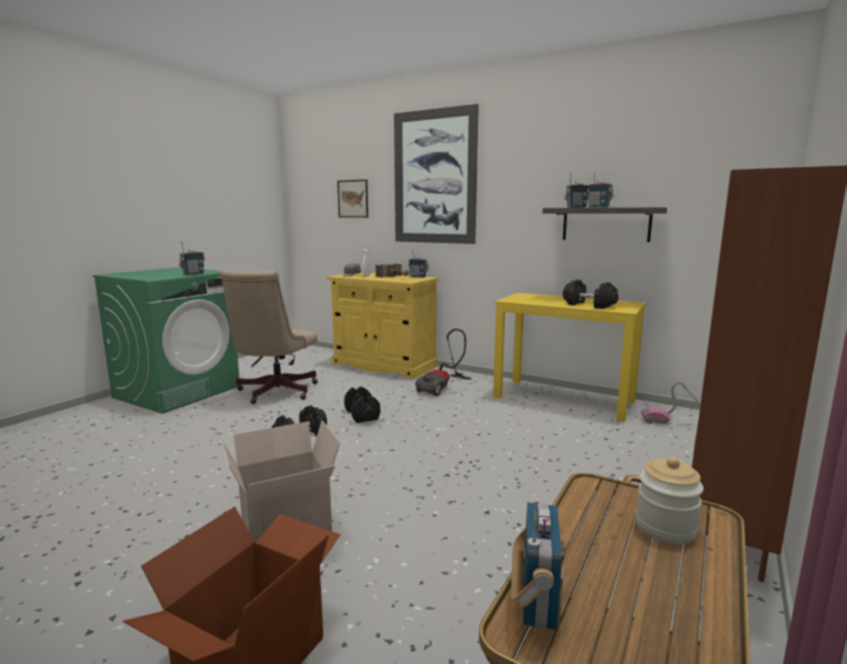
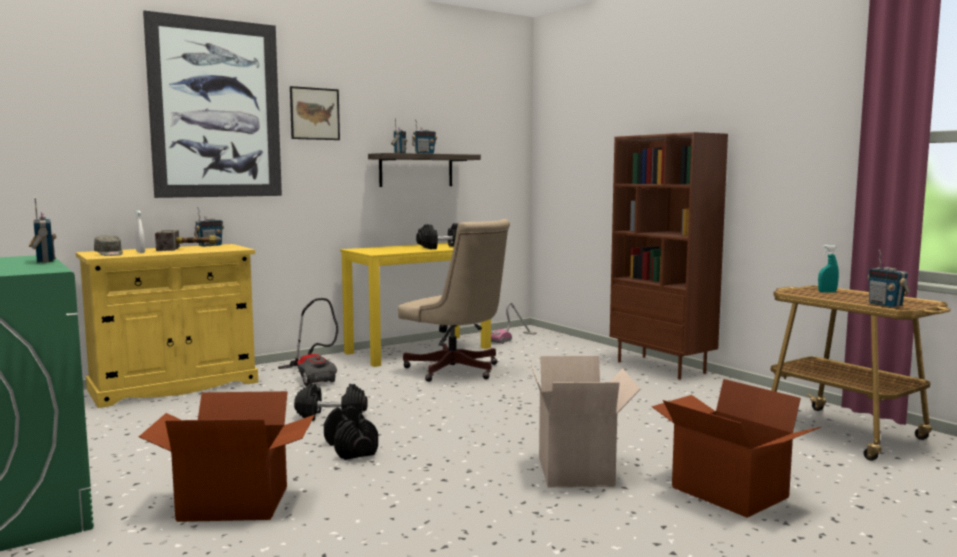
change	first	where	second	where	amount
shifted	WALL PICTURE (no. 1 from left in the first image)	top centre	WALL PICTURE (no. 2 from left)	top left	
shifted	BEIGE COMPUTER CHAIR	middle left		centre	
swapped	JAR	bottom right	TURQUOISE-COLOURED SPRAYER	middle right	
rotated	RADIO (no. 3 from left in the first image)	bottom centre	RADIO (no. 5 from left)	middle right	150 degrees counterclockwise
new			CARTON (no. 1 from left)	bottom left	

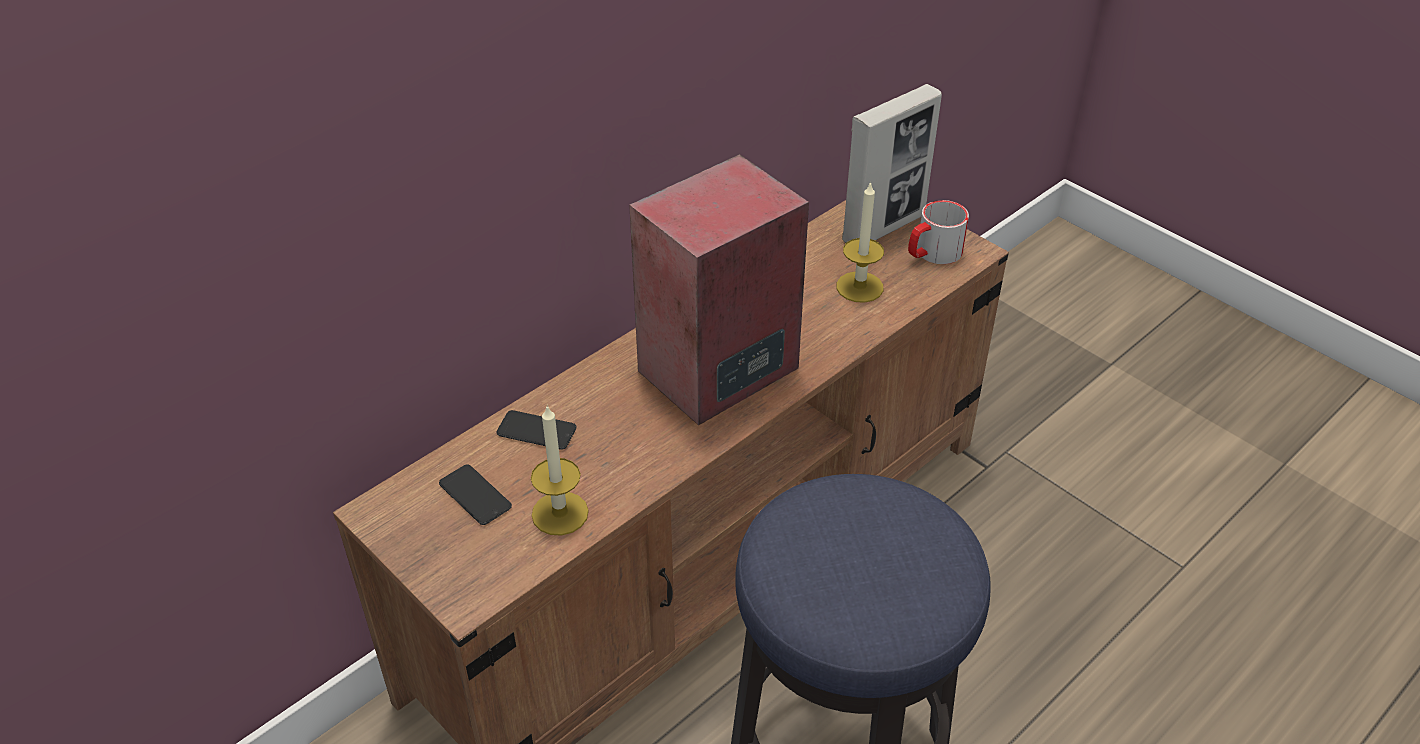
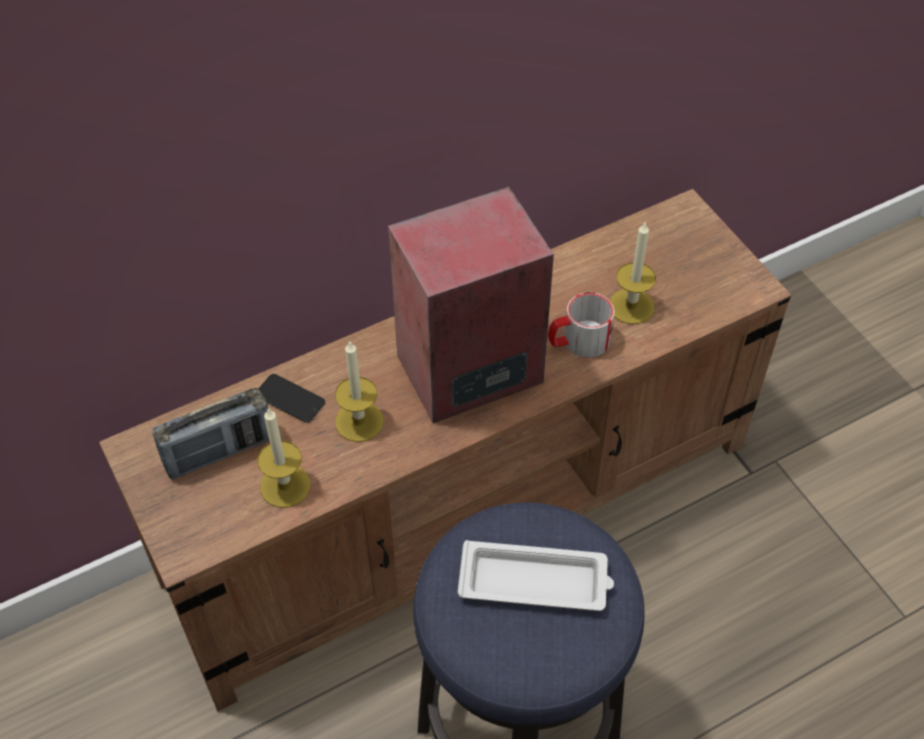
change	first	where	second	where	amount
gone	STANDING FRAME	top centre			
shifted	COFFEE MUG	top centre		centre	
swapped	PHONE (no. 1 from left)	centre	RADIO	middle left	
new			WAX LIGHT (no. 2 from left)	centre	
new			WHITE SERVING TRAY	bottom centre	

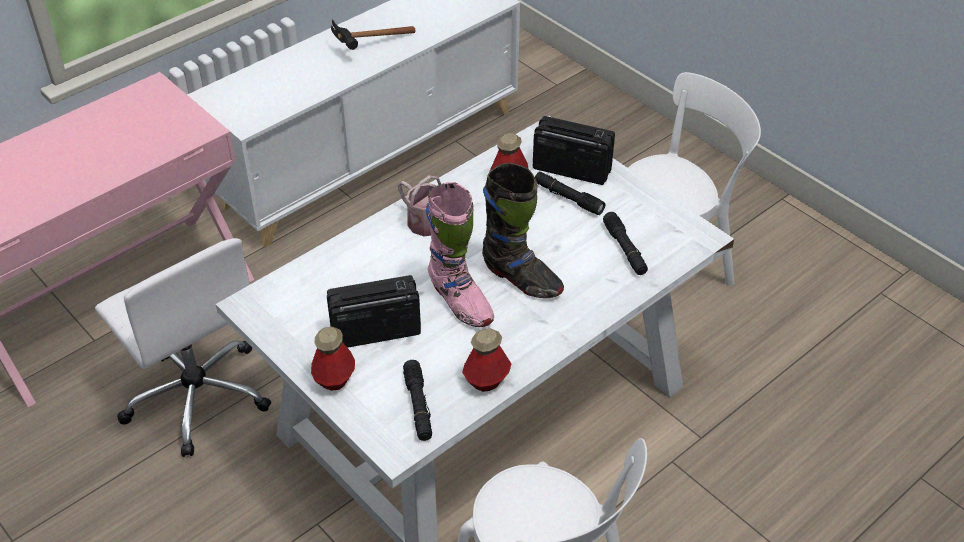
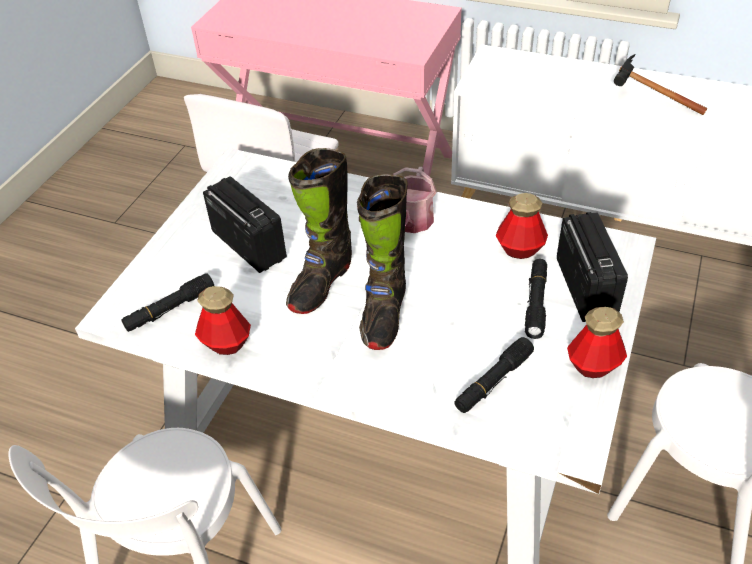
change	first	where	second	where	amount
repainted	PINK TALL BOOT	centre	BLACKISH TALL BOOT (no. 1 from left)	centre	
shifted	BEVERAGE BOTTLE (no. 1 from left in the first image)	centre	BEVERAGE BOTTLE (no. 3 from left)	middle right	

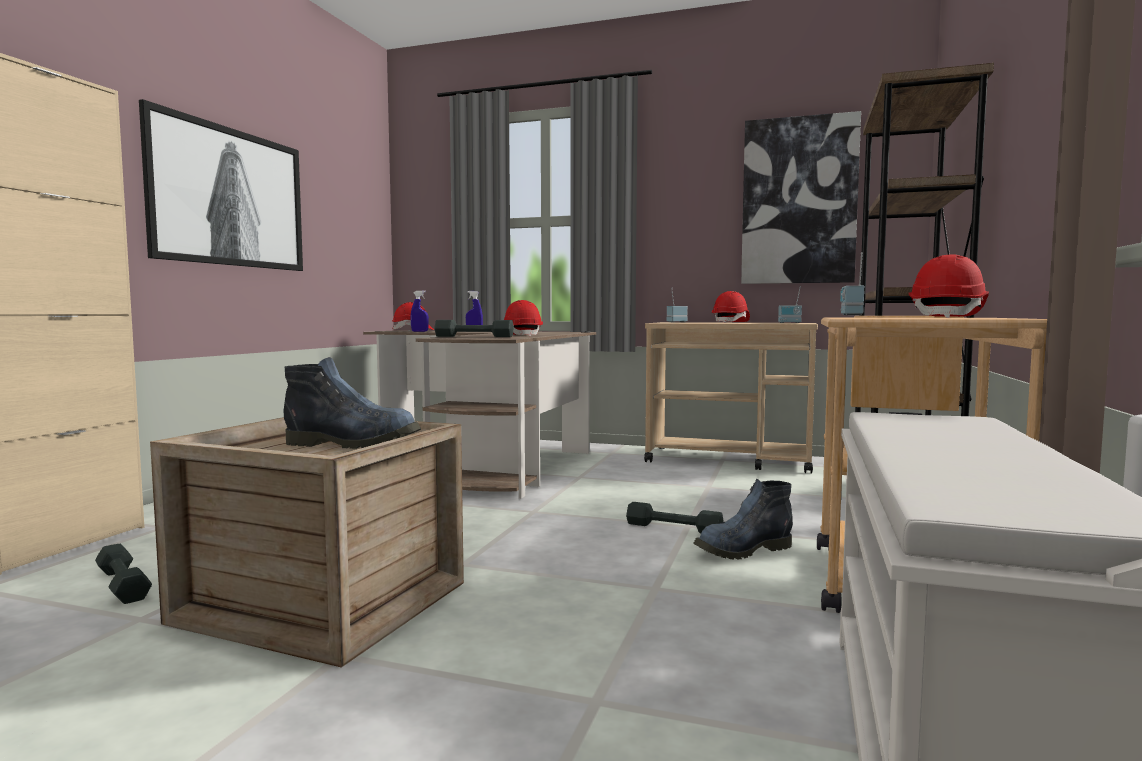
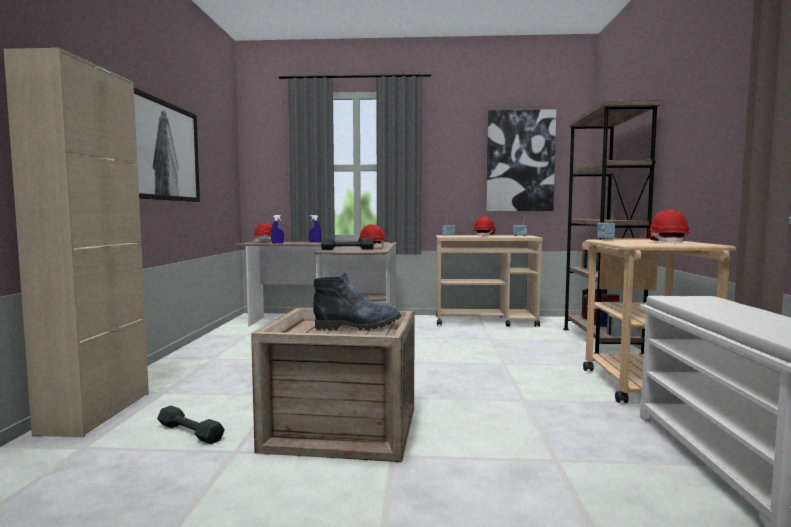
change	first	where	second	where	amount
gone	TALL BOOT (no. 2 from left)	bottom centre			
gone	GREY DUMBBELL (no. 3 from left)	bottom centre			

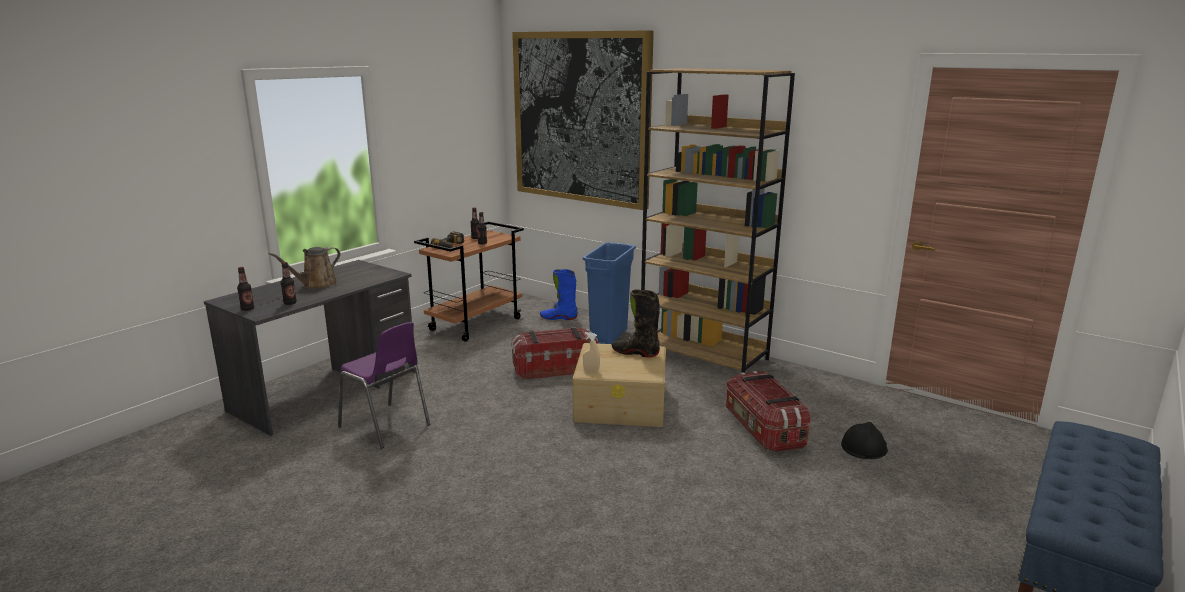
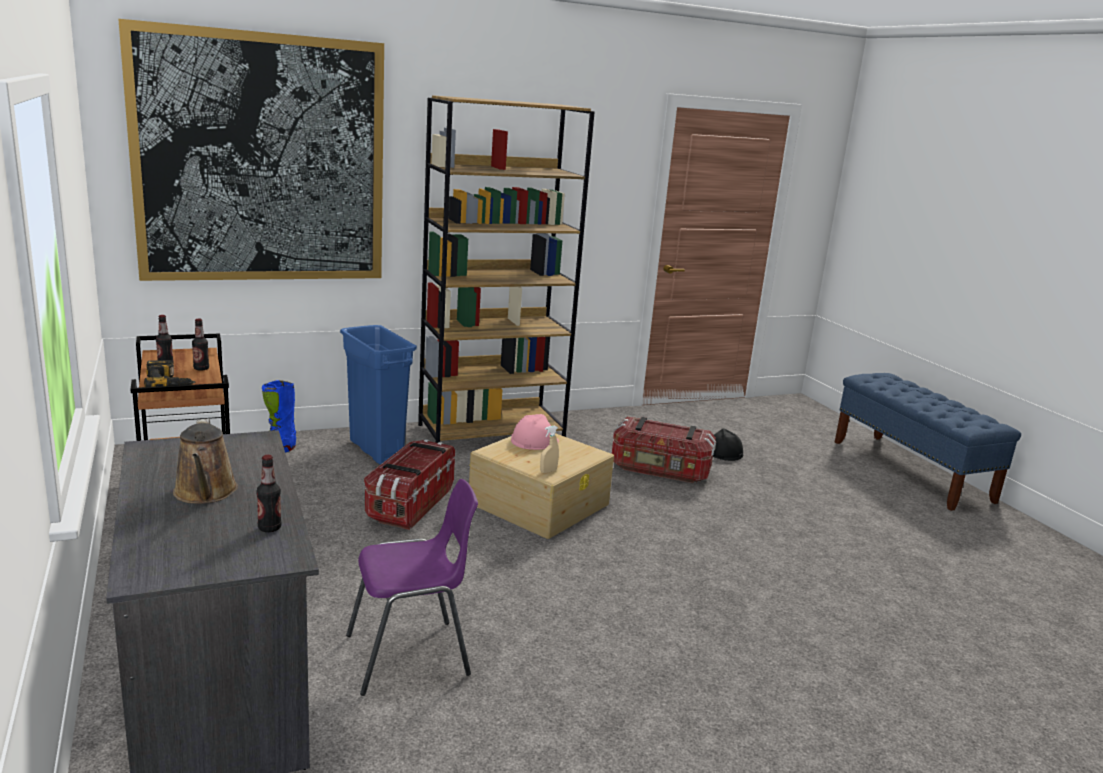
change	first	where	second	where	amount
gone	BEVERAGE BOTTLE (no. 1 from left)	middle left			
swapped	BLACKISH TALL BOOT	centre	PINK WORK HELMET	centre	

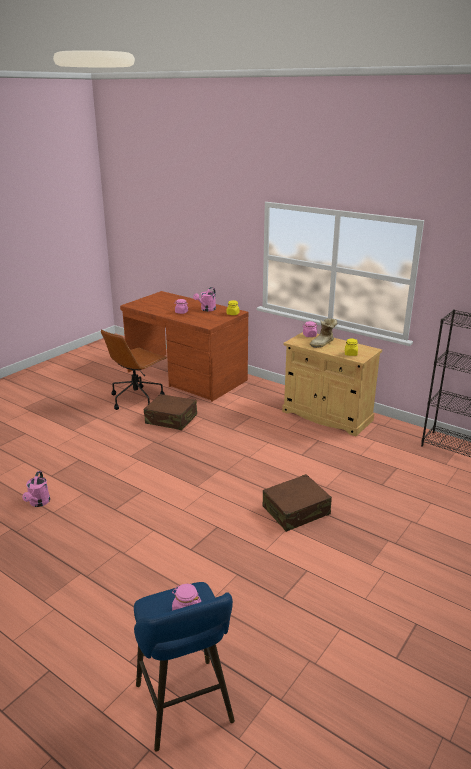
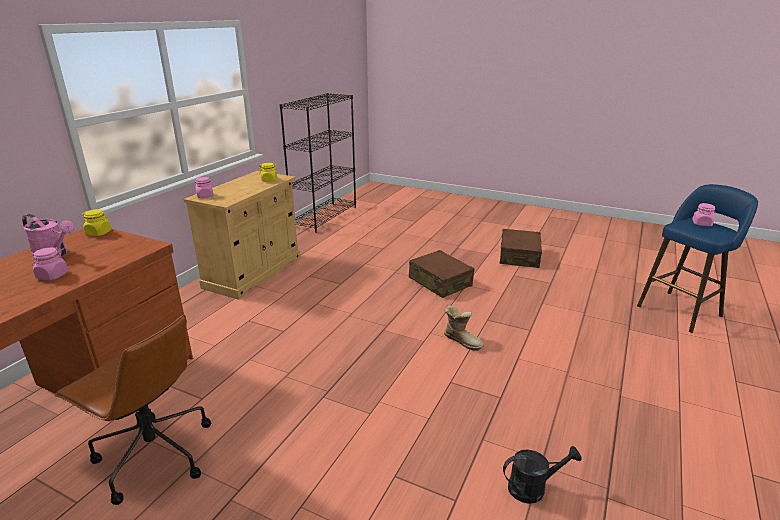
change	first	where	second	where	amount
shifted	TALL BOOT	middle right		centre	
shifted	BROWN PIECE OF LUGGAGE (no. 1 from left in the first image)	centre	BROWN PIECE OF LUGGAGE (no. 2 from left)	middle right	
repainted	PINK SPRINKLING CAN (no. 1 from left)	middle left	BLACKISH SPRINKLING CAN	bottom right	

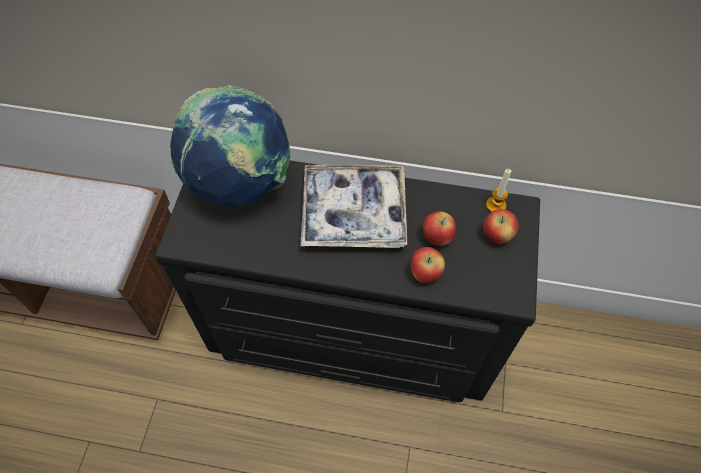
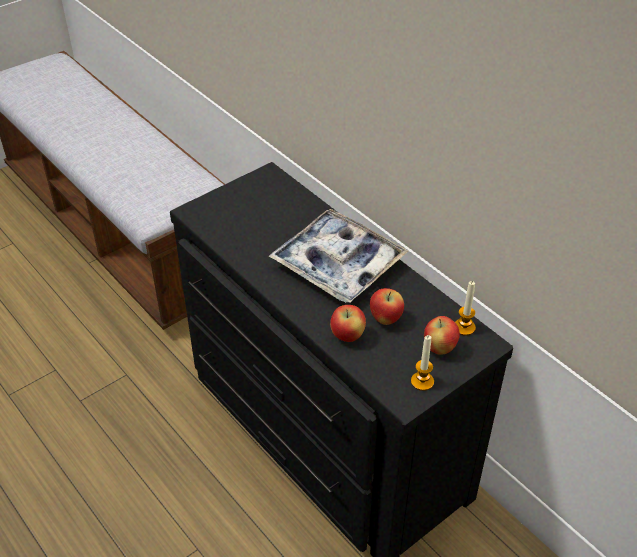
change	first	where	second	where	amount
gone	WORLD GLOBE	top left			
new			WAX LIGHT (no. 1 from left)	centre	

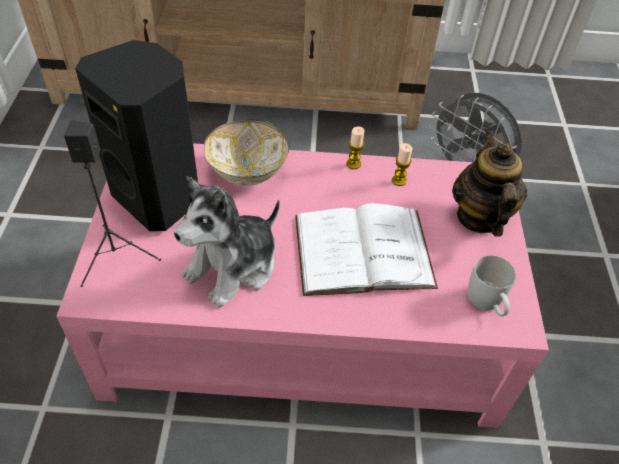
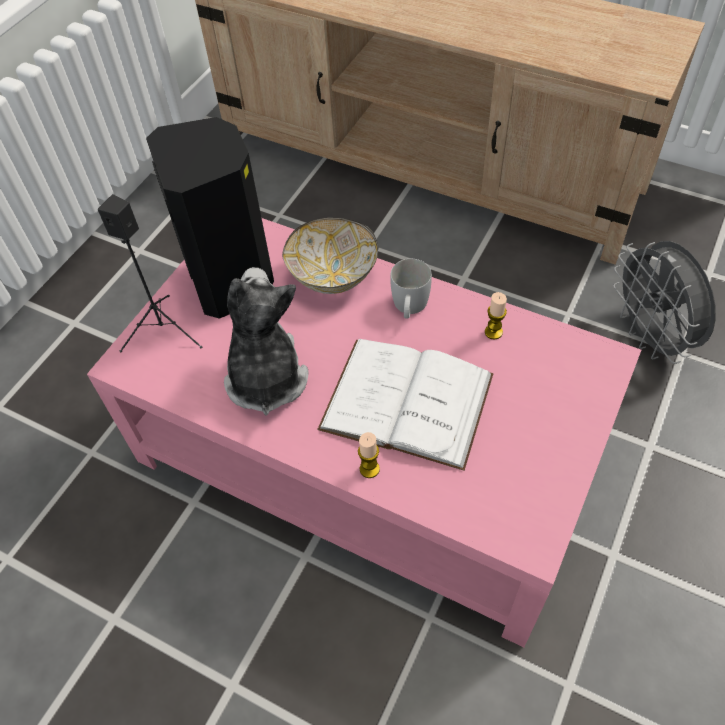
change	first	where	second	where	amount
shifted	WAX LIGHT (no. 1 from left)	top centre		centre	
gone	POT FOR TEA	middle right			
rotated	SOFT TOY	centre		centre	105 degrees clockwise
shifted	WHITE COFFEE MUG	middle right		centre	

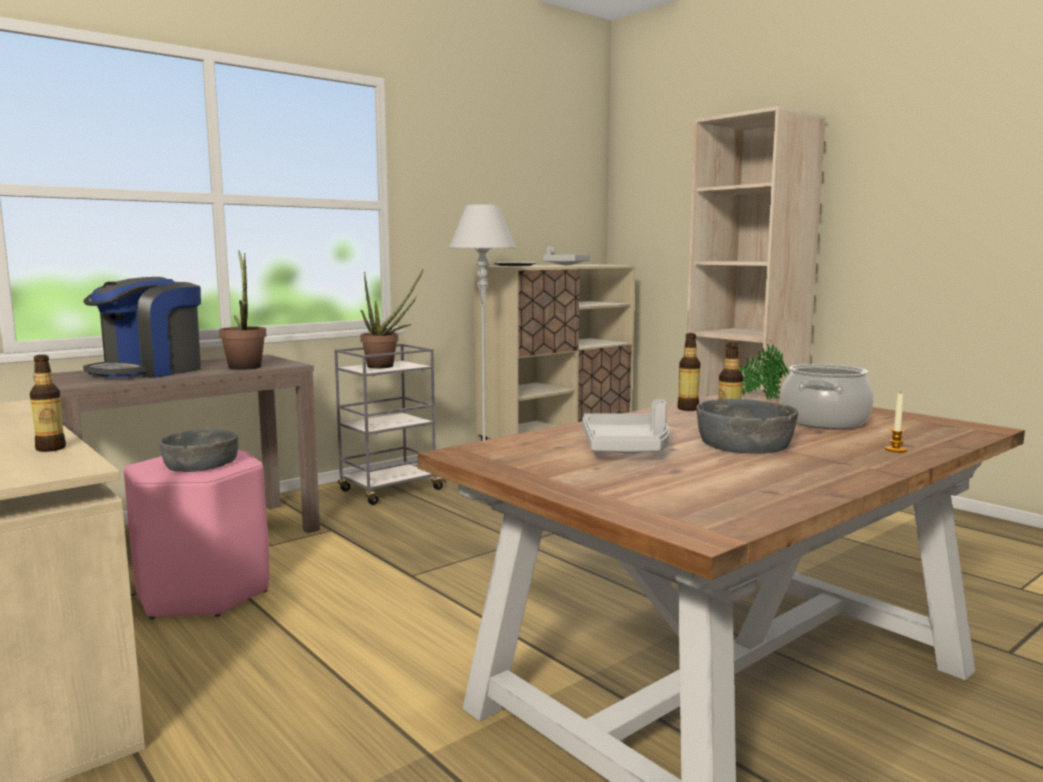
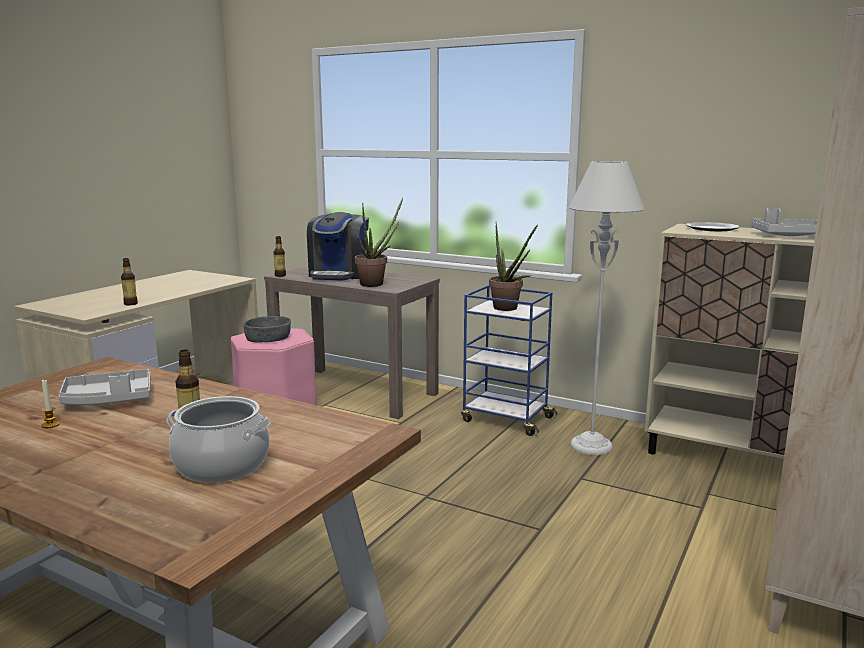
change	first	where	second	where	amount
rotated	COFFEE MACHINE	middle left		centre	90 degrees counterclockwise
shifted	BEVERAGE BOTTLE (no. 2 from left in the first image)	centre	BEVERAGE BOTTLE (no. 3 from left)	middle left	
repainted	GREY CART	centre	BLUE-COLOURED CART	centre	
gone	HOUSEPLANT (no. 3 from left)	middle right			
shifted	WAX LIGHT	middle right		middle left	
gone	GREY BOWL (no. 2 from left)	middle right			

